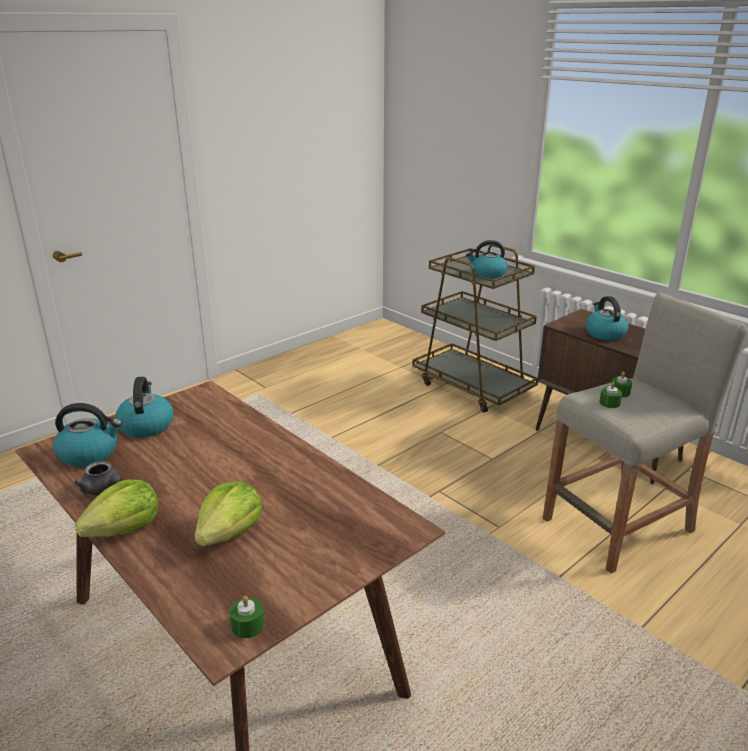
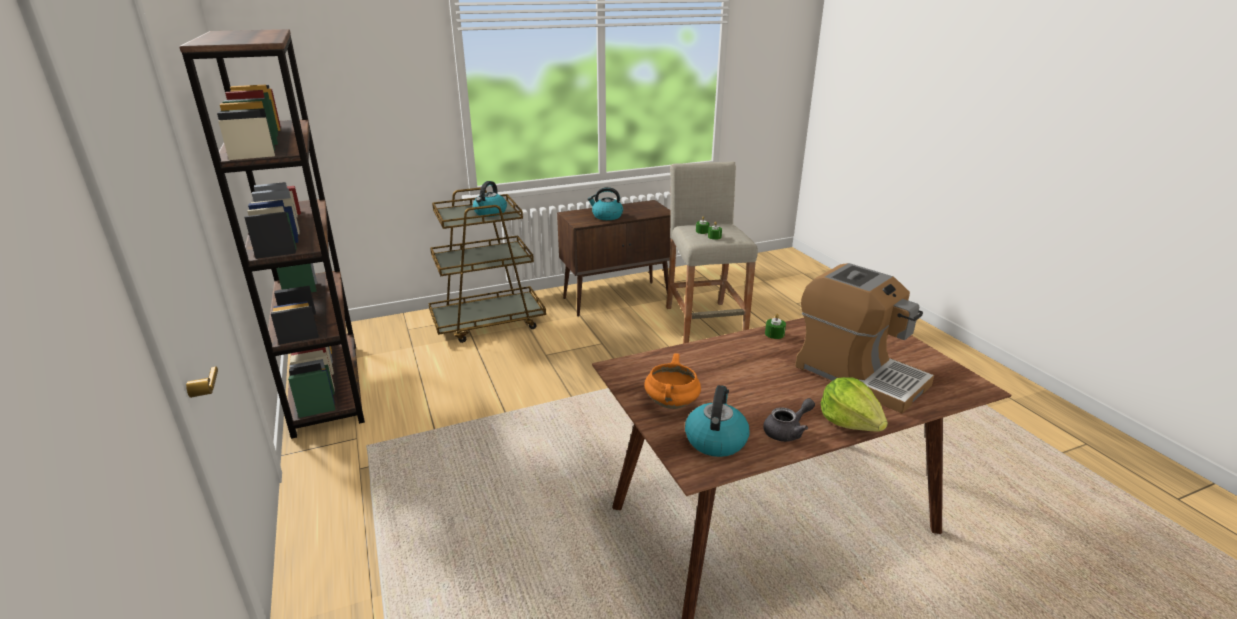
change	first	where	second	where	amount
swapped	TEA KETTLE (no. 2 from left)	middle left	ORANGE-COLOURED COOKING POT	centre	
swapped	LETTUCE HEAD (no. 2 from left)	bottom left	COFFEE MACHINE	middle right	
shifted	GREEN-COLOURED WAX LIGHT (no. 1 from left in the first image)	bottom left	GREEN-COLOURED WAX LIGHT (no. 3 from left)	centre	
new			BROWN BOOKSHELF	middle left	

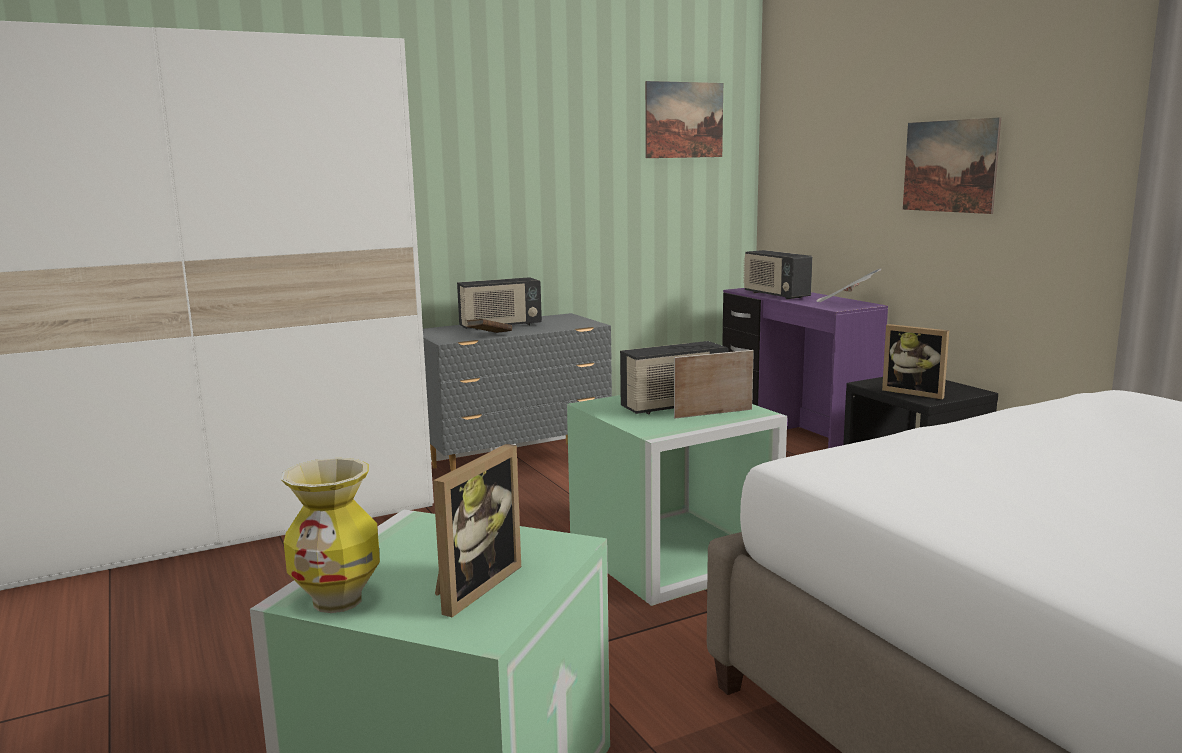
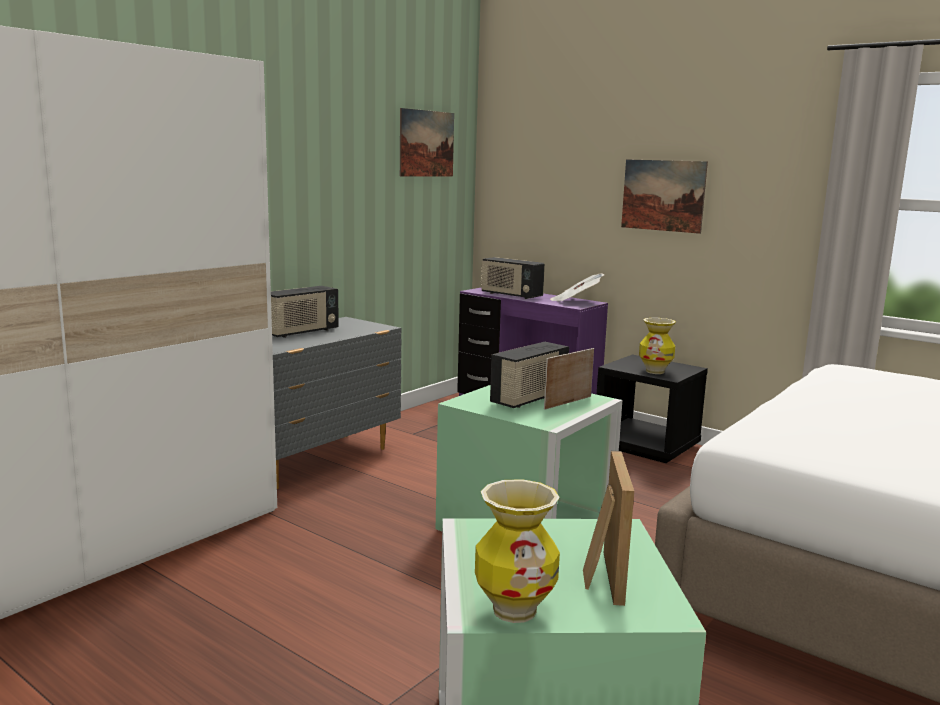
change	first	where	second	where	amount
gone	BROWN BOUND BOOK	centre			
swapped	STANDING FRAME (no. 3 from left)	middle right	VASE (no. 2 from left)	middle right	

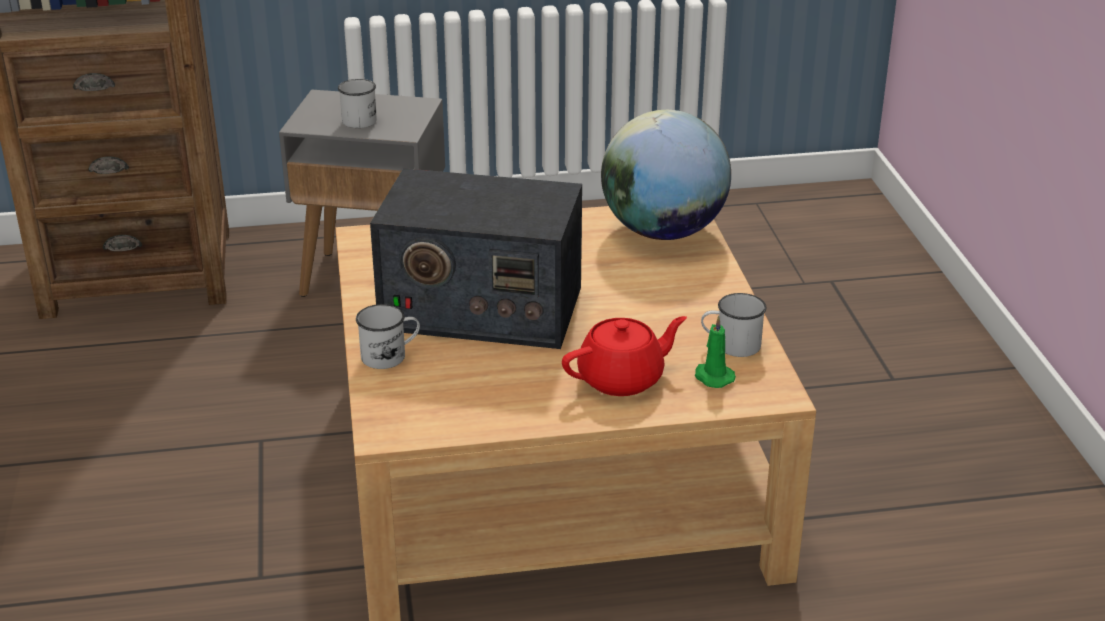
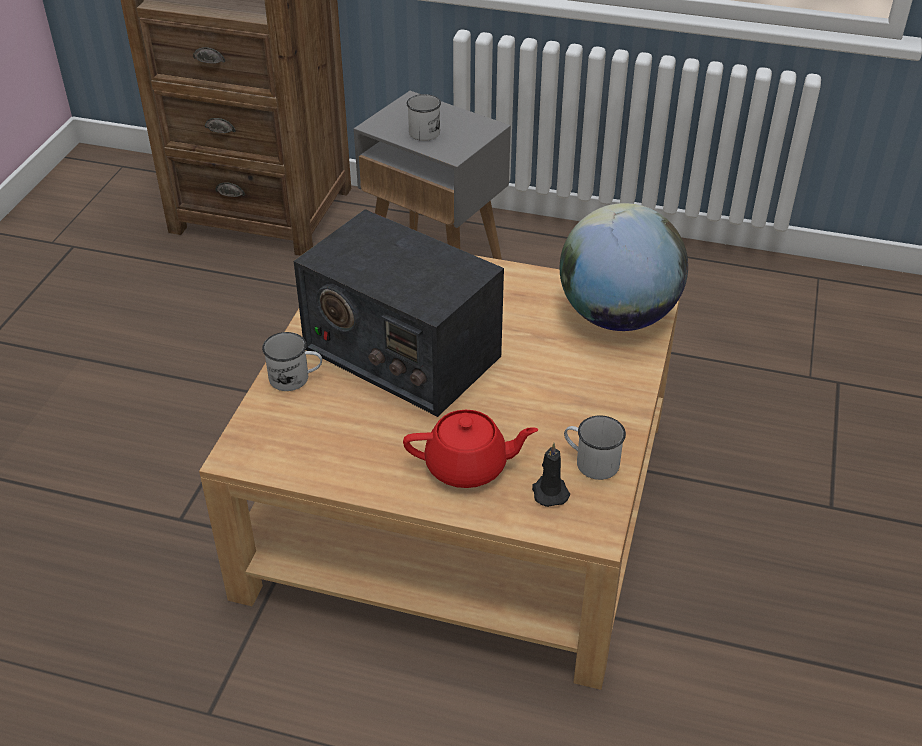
change	first	where	second	where	amount
repainted	GREEN-COLOURED WAX LIGHT	centre	BLACKISH WAX LIGHT	centre	

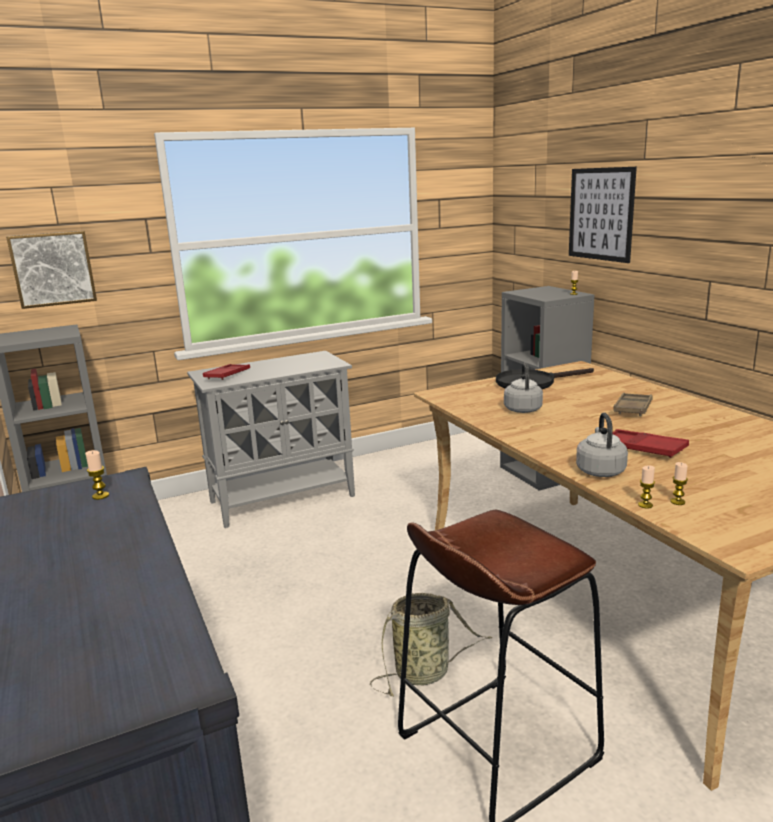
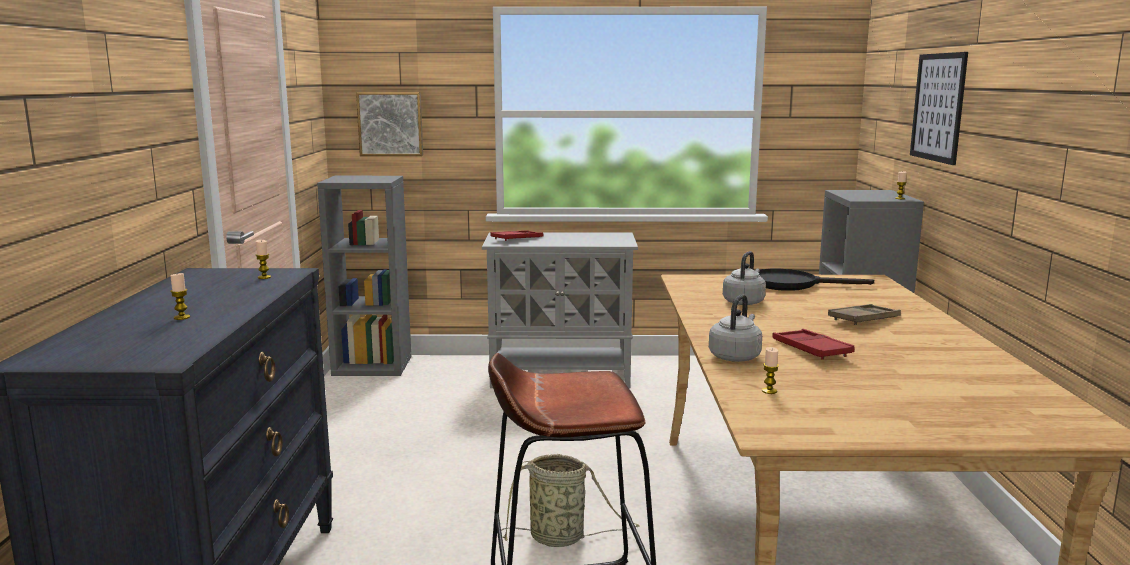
change	first	where	second	where	amount
shifted	WAX LIGHT (no. 3 from left in the first image)	middle right	WAX LIGHT (no. 1 from left)	middle left	

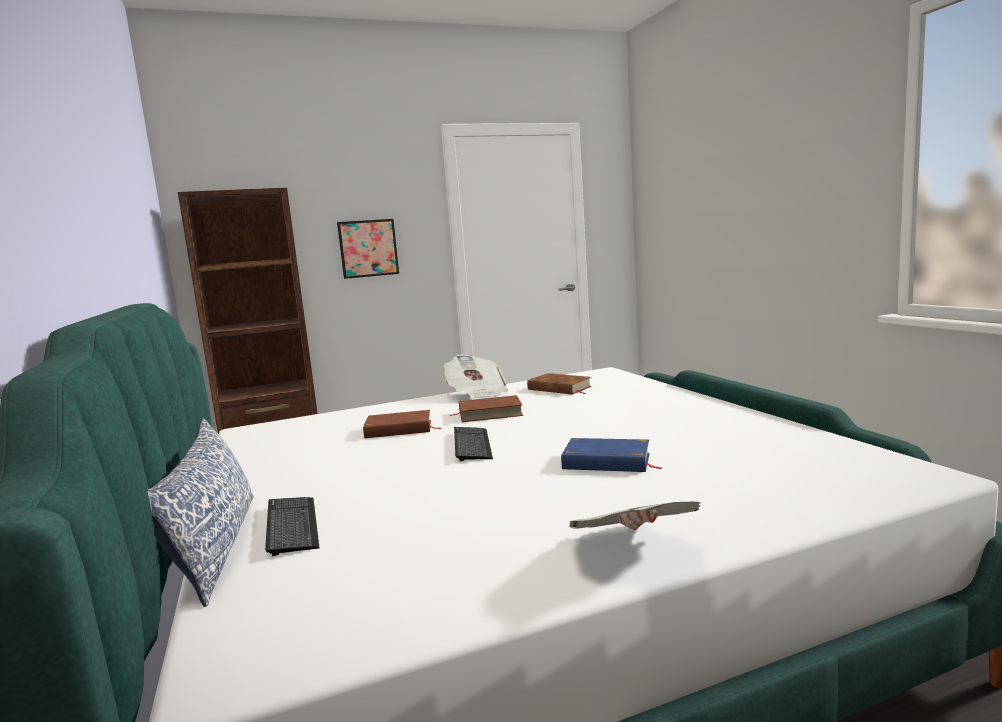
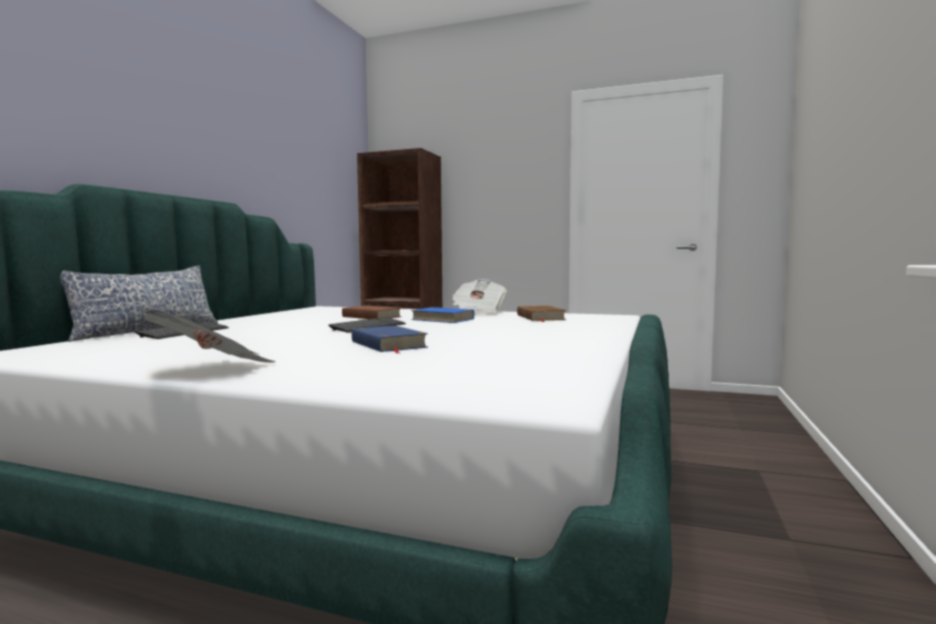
change	first	where	second	where	amount
gone	WALL PICTURE	centre			
repainted	BROWN BOUND BOOK (no. 2 from left)	centre	BLUE-COLOURED BOUND BOOK (no. 2 from left)	centre	

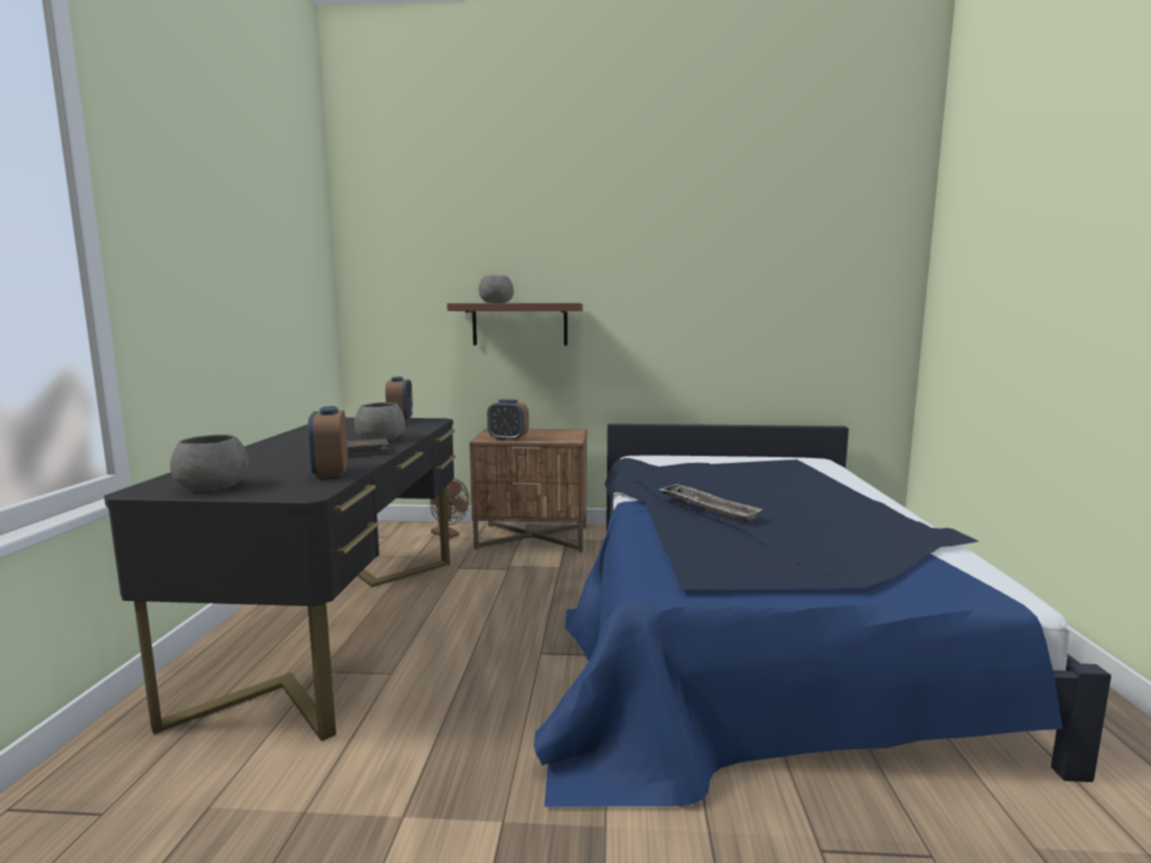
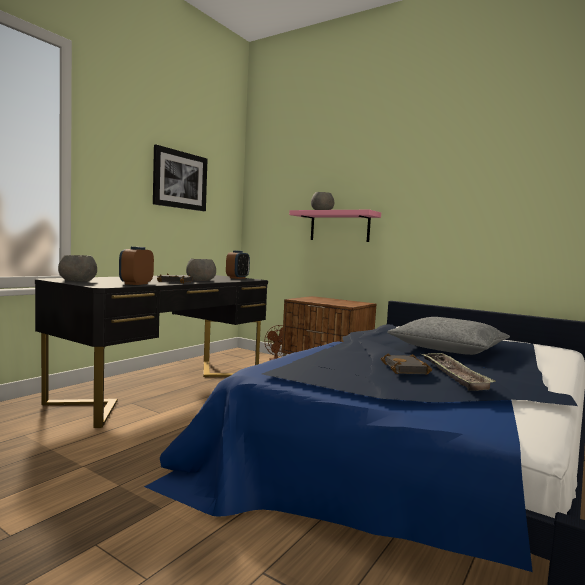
change	first	where	second	where	amount
repainted	BROWN SHELF	centre	PINK SHELF	centre	
gone	ALARM CLOCK (no. 3 from left)	centre			
shifted	SERVING TRAY	centre		middle right	
new			WALL PICTURE	top left	
new			GREY THROW PILLOW	middle right	
new			BLACKISH BOUND BOOK (no. 2 from left)	middle right	

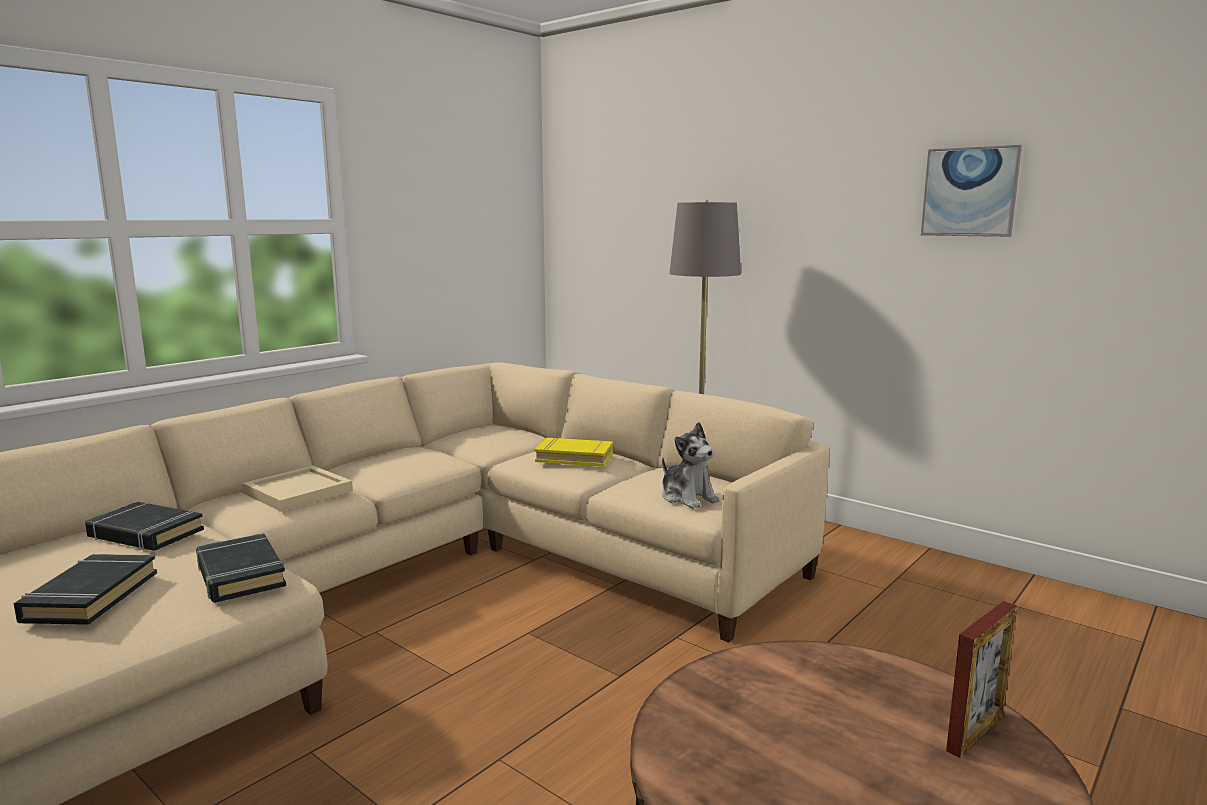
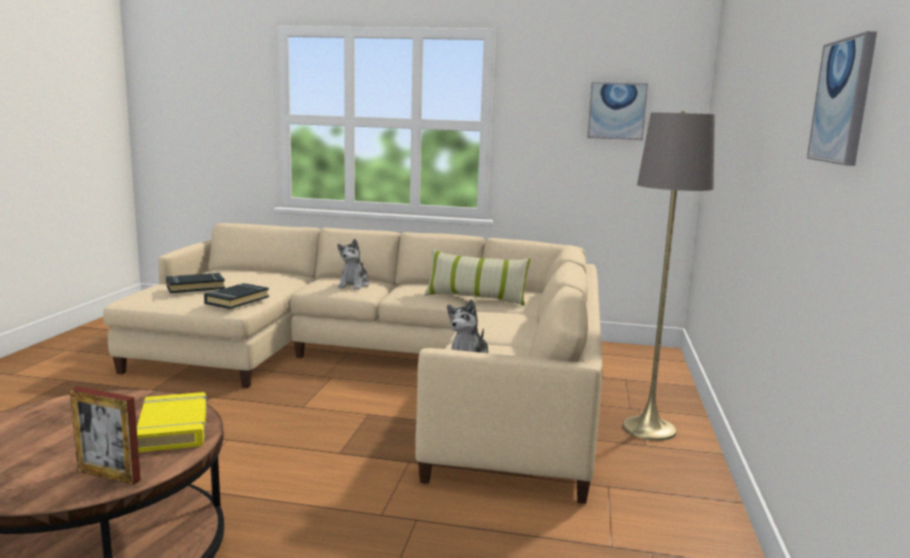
change	first	where	second	where	amount
shifted	YELLOWISH BOUND BOOK	centre		bottom left	
swapped	BEIGE SERVING TRAY	middle left	SOFT TOY (no. 1 from left)	centre	
gone	BLACKISH BOUND BOOK (no. 2 from left)	middle left			
new			WALL PICTURE (no. 1 from left)	top right	
new			THROW PILLOW	centre	

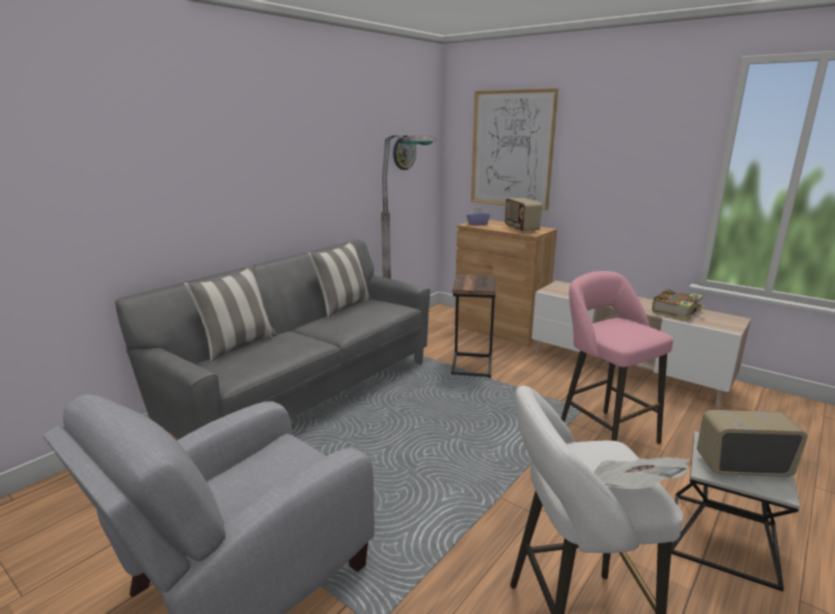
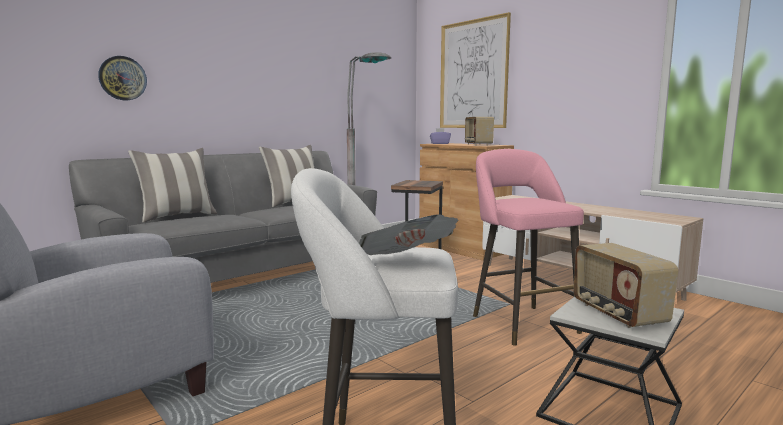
change	first	where	second	where	amount
shifted	WALL CLOCK	top centre		top left	
gone	BOUND BOOK	middle right			
rotated	RADIO (no. 2 from left)	bottom right		bottom right	120 degrees counterclockwise

